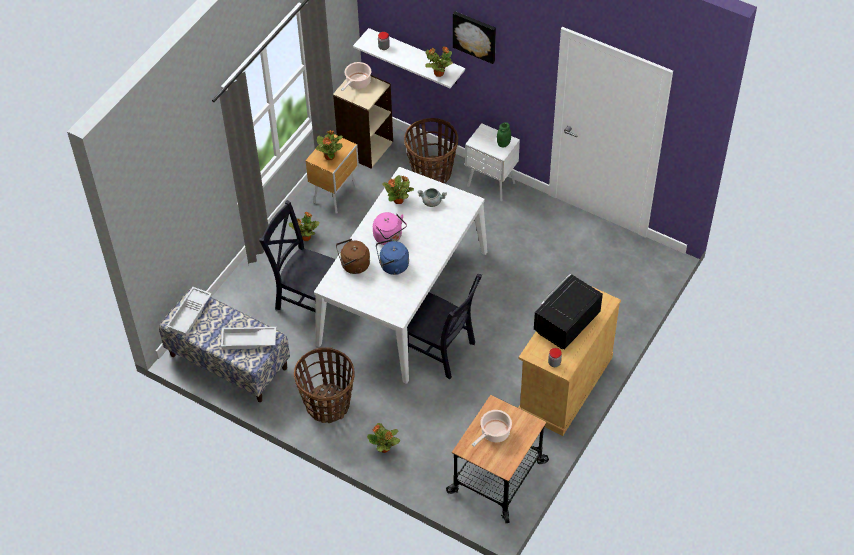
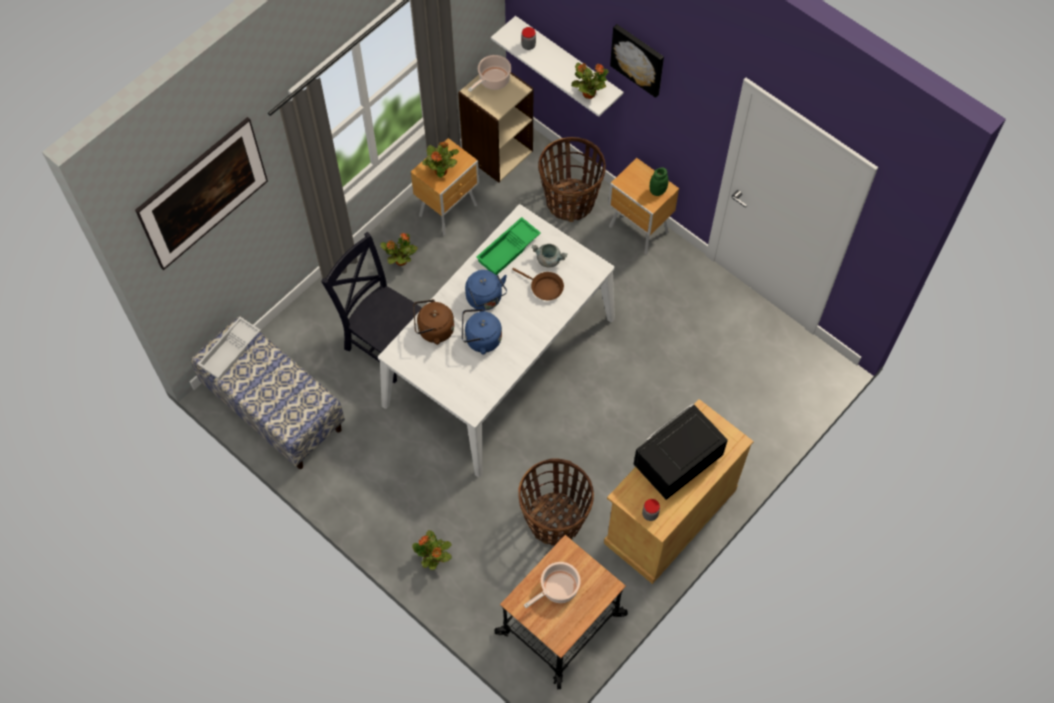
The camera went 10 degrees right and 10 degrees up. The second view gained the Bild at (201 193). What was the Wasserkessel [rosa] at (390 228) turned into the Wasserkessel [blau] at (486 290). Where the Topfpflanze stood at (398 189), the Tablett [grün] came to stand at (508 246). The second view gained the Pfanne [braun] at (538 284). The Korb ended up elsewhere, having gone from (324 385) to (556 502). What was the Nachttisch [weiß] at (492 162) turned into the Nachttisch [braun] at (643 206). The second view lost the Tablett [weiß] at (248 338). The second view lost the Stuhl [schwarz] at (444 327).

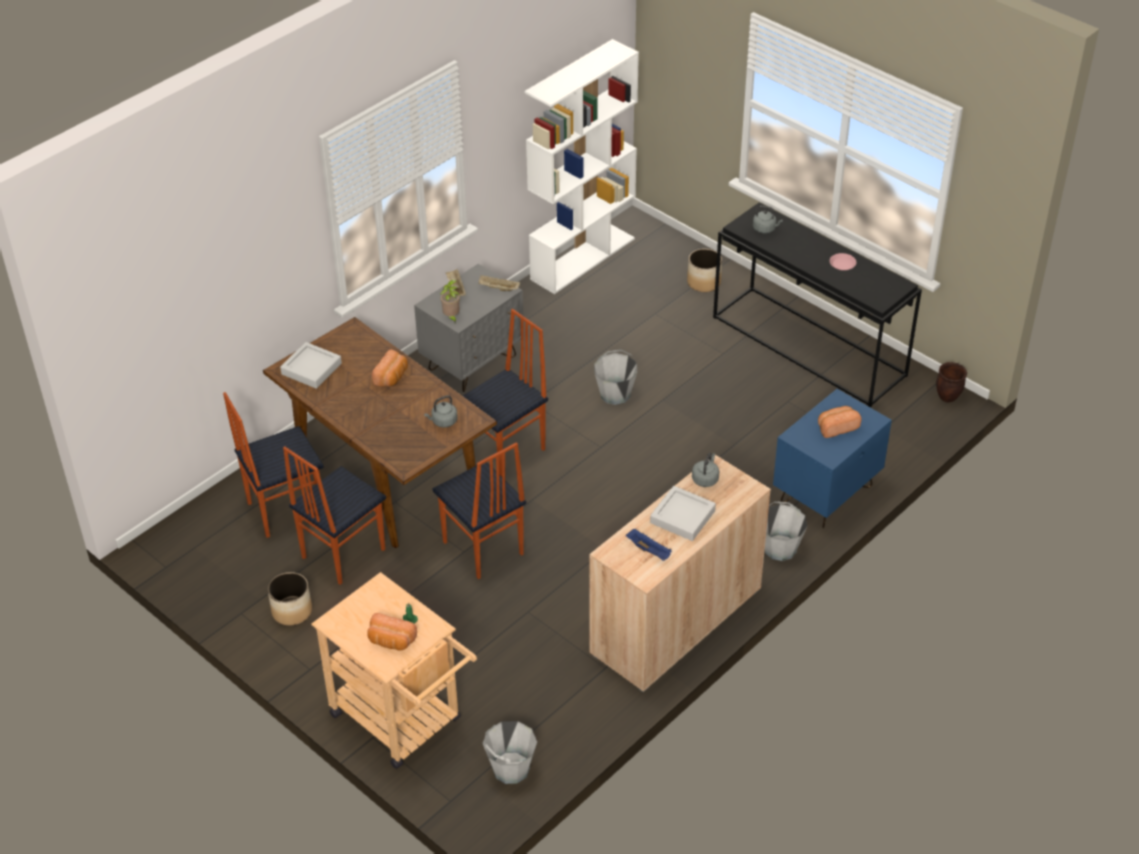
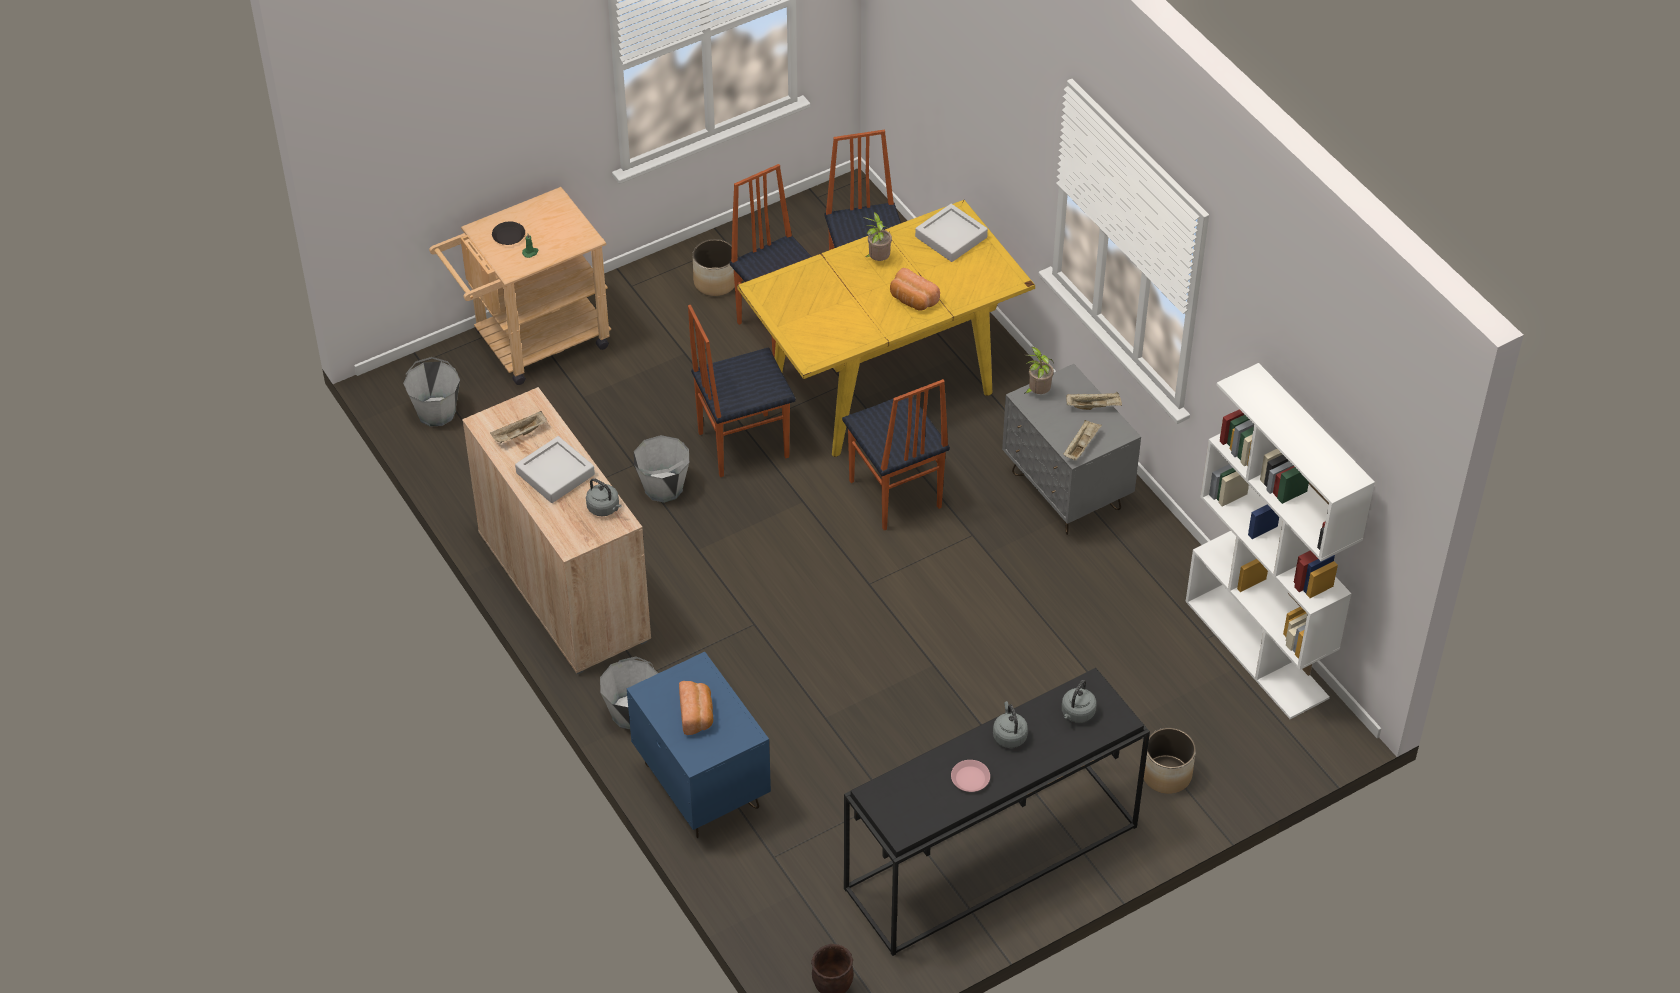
The camera went 105 degrees right and 5 degrees up. What was the Tablett [blau] at (649 545) turned into the Tablett [beige] at (518 427). Where the Brot stood at (392 632), the Teller [schwarz] came to stand at (508 233). The Eimer [grau] ended up elsewhere, having gone from (615 377) to (661 469). What was the Esstisch [braun] at (380 432) turned into the Esstisch [gelb] at (886 328). The second view gained the Topfpflanze at (878 236). The Wasserkessel [grau] ended up elsewhere, having gone from (440 411) to (1010 724).

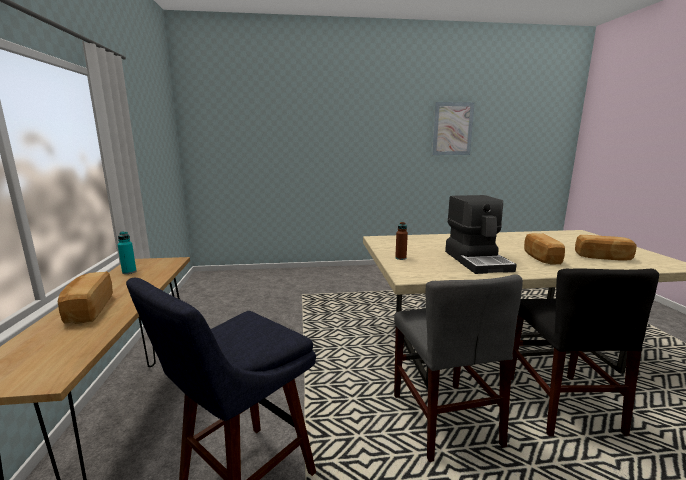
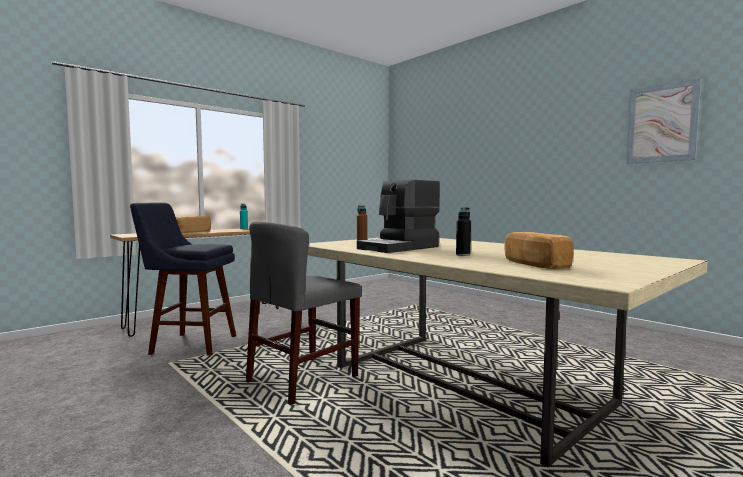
The camera went 55 degrees right and 10 degrees down. Where the Brot stood at (544 248), the Flasche [schwarz] came to stand at (463 231). The second view lost the Stuhl [schwarz] at (585 352).

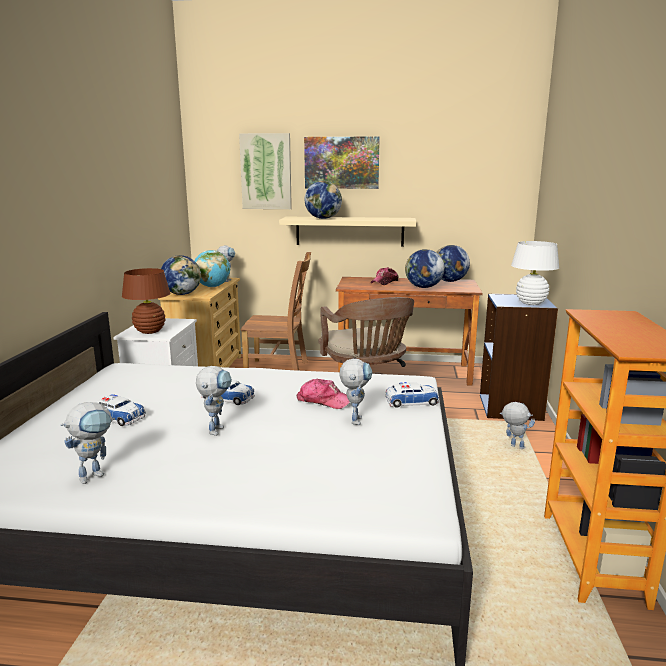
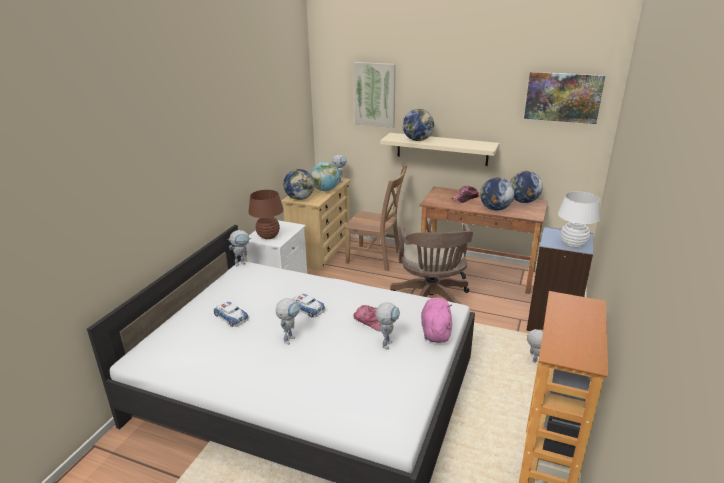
The camera went 15 degrees right and 10 degrees up. The Spielzeugroboter ended up elsewhere, having gone from (88 443) to (239 248). Where the Spielzeugauto stood at (412 394), the Plüschtier [rosa] came to stand at (436 320). The Bild ended up elsewhere, having gone from (342 162) to (564 98).

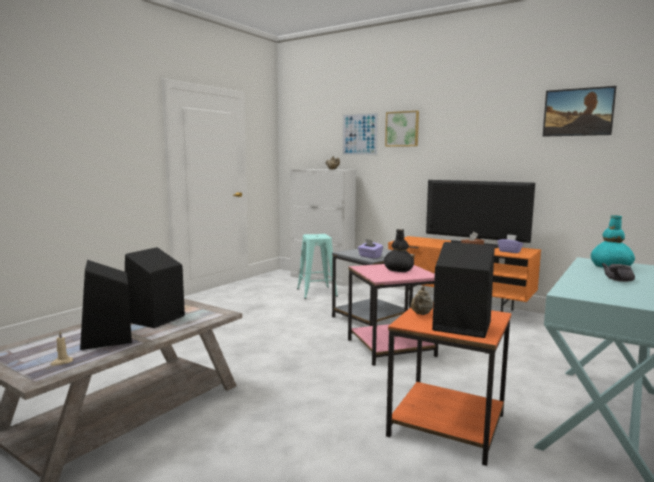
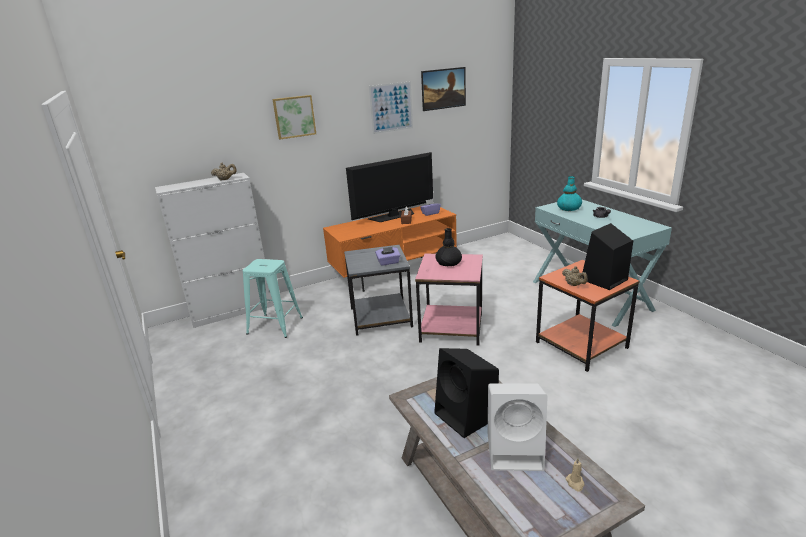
The camera went 60 degrees left and 15 degrees up. The Bild ended up elsewhere, having gone from (360 134) to (391 107). What was the Lautsprecher [schwarz] at (106 305) turned into the Lautsprecher [weiß] at (518 427).

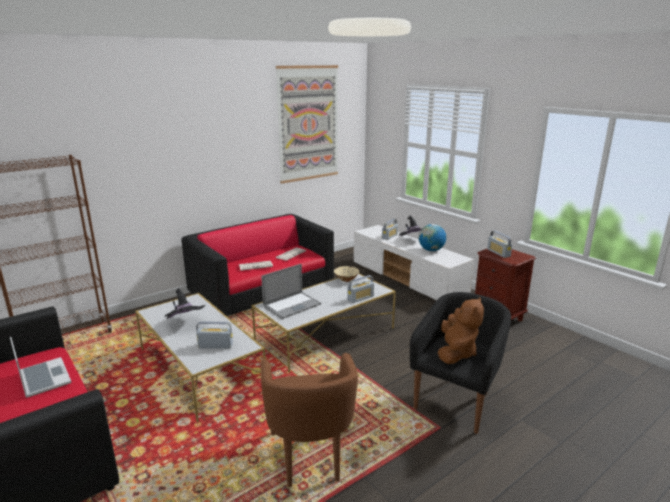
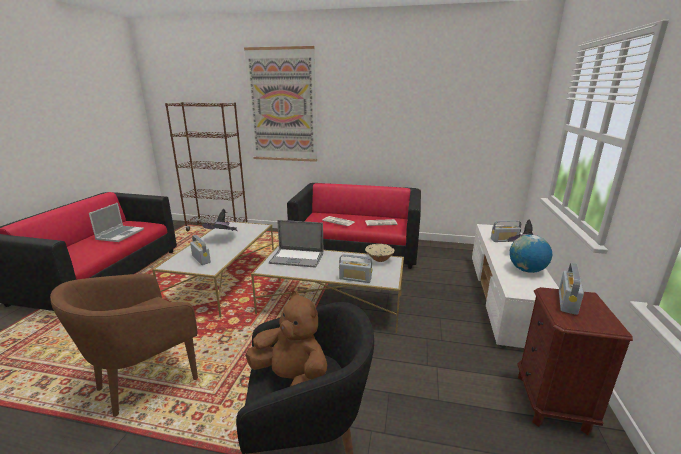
The camera went 50 degrees right and 0 degrees up. The Bild ended up elsewhere, having gone from (307 124) to (280 104). The Plüschtier [braun] at (461 330) ended up facing another way, 120 degrees counterclockwise from before.

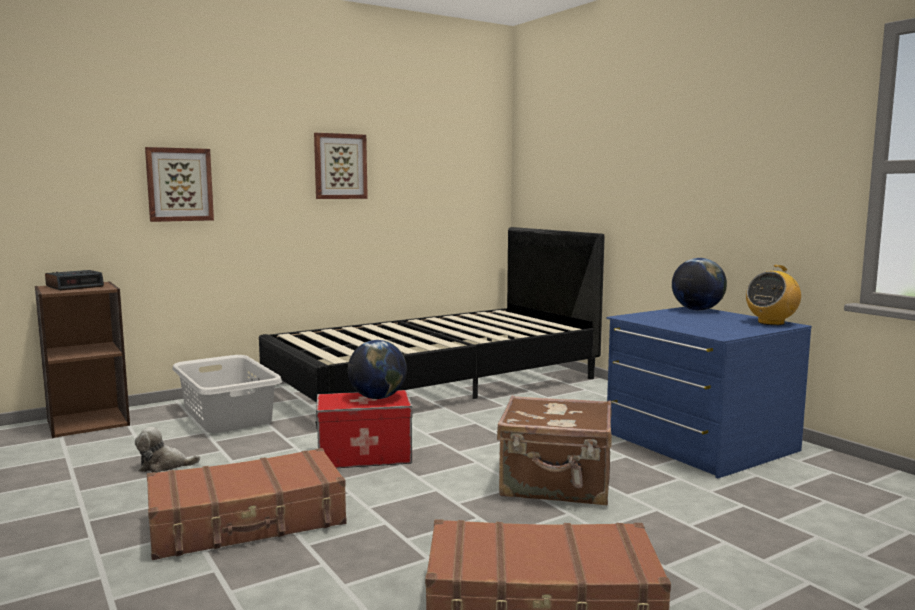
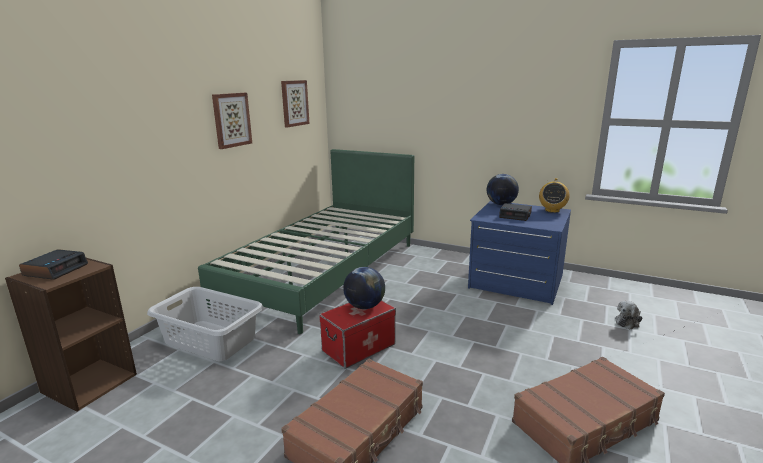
The camera went 30 degrees left and 10 degrees up. What was the Bett [schwarz] at (432 315) turned into the Bett [grün] at (306 241). The Bild ended up elsewhere, having gone from (179 184) to (295 103). The second view gained the Wecker at (515 212). The Plüschtier ended up elsewhere, having gone from (167 450) to (628 315). The second view lost the Koffer [braun] at (554 450).

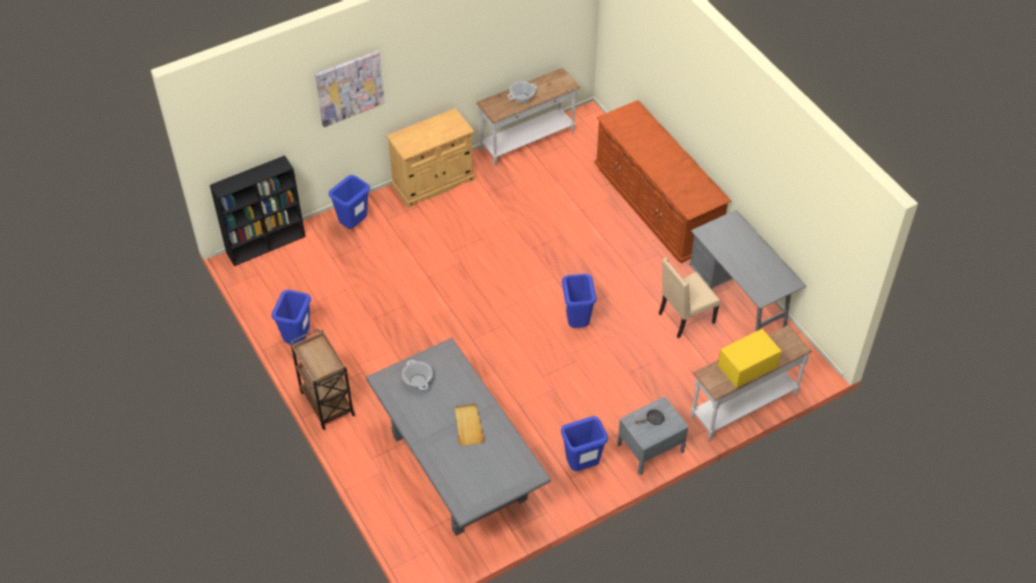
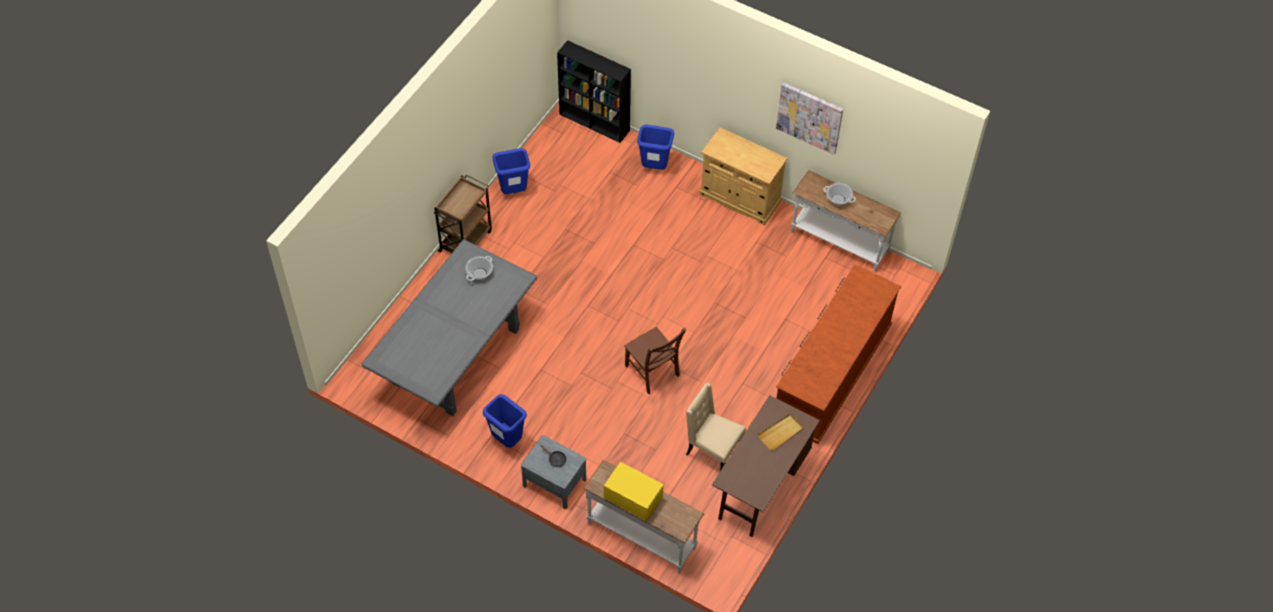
The camera went 60 degrees right and 5 degrees up. Where the Mülleimer [blau] stood at (579 301), the Stuhl [braun] came to stand at (655 360). What was the Schreibtisch [grau] at (748 271) turned into the Schreibtisch [braun] at (766 466). The Tablett [beige] ended up elsewhere, having gone from (470 424) to (780 432). The Bild ended up elsewhere, having gone from (350 88) to (809 118).

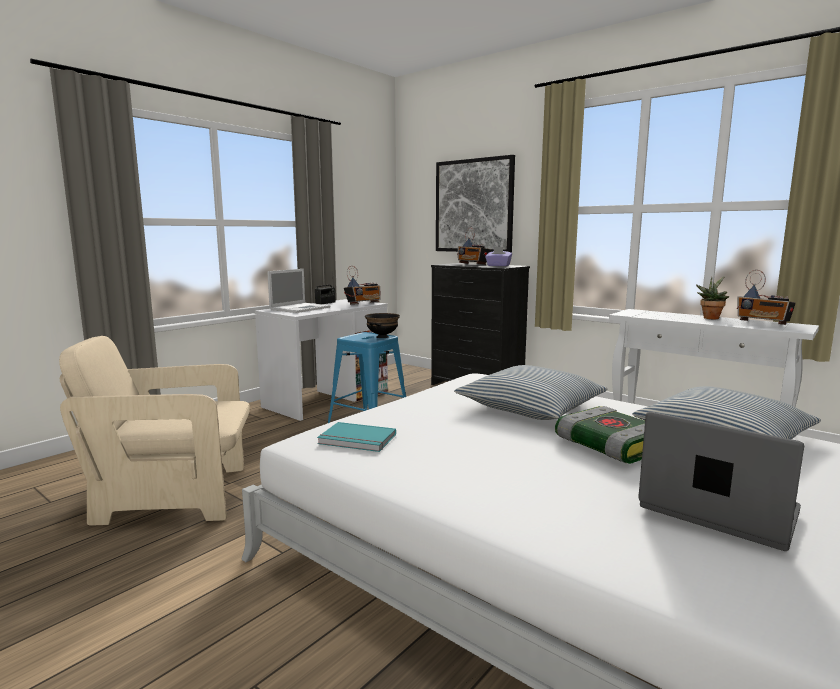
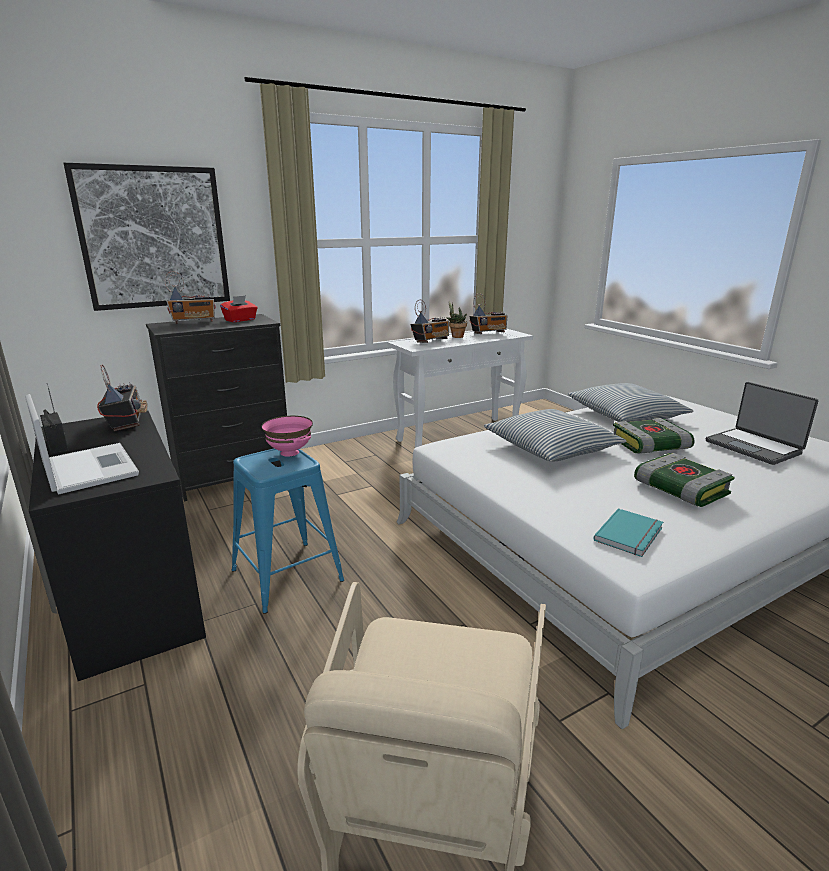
The camera went 70 degrees left and 10 degrees up. What was the Schreibtisch [weiß] at (321 360) turned into the Schreibtisch [schwarz] at (117 545). What was the Taschentuchbox [lila] at (498 256) turned into the Taschentuchbox [rot] at (238 308). What was the Schüssel [schwarz] at (382 325) turned into the Schüssel [rosa] at (287 436). The second view gained the Radio at (429 321). The second view gained the Buch at (684 480). The Laptop at (721 481) ended up facing another way, 90 degrees counterclockwise from before.

